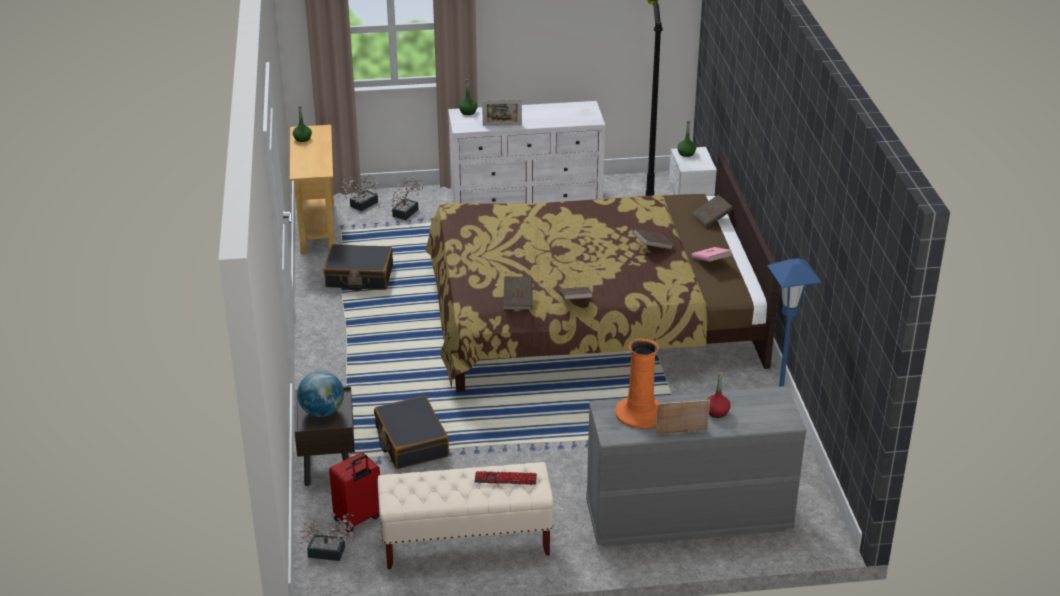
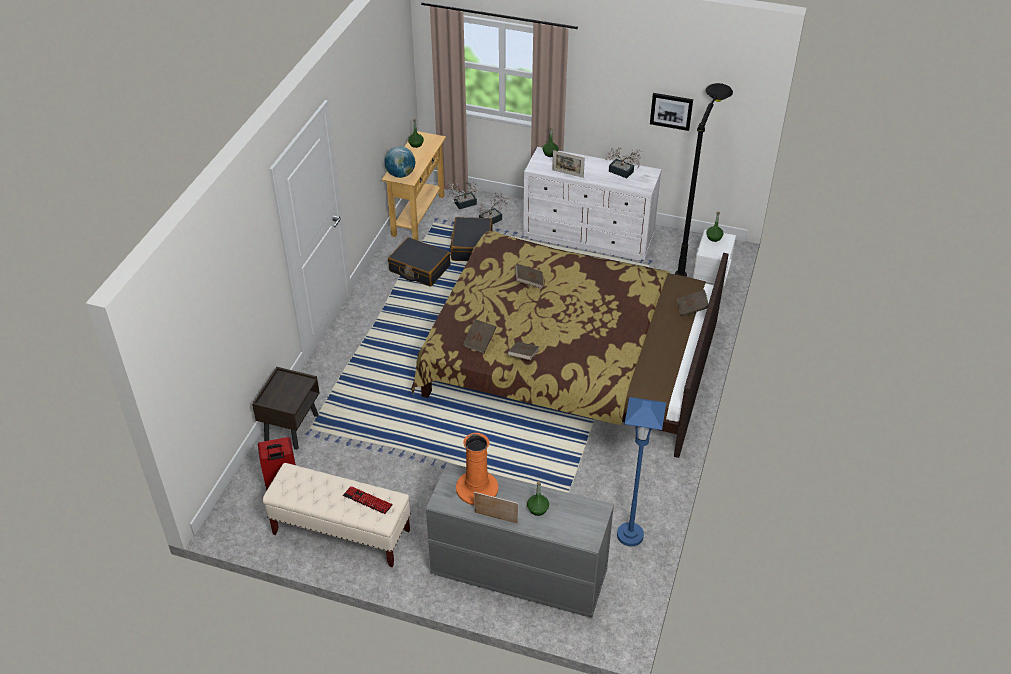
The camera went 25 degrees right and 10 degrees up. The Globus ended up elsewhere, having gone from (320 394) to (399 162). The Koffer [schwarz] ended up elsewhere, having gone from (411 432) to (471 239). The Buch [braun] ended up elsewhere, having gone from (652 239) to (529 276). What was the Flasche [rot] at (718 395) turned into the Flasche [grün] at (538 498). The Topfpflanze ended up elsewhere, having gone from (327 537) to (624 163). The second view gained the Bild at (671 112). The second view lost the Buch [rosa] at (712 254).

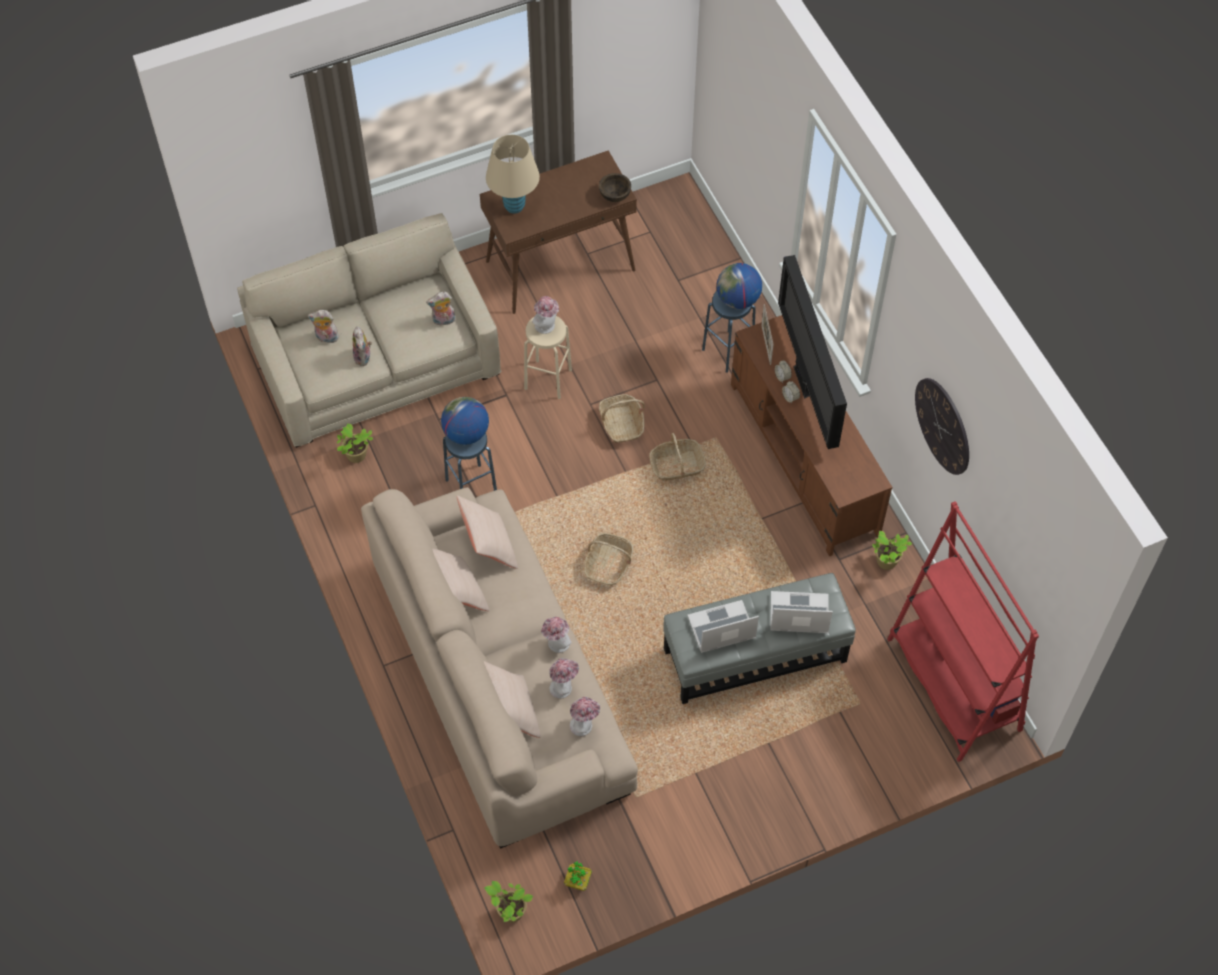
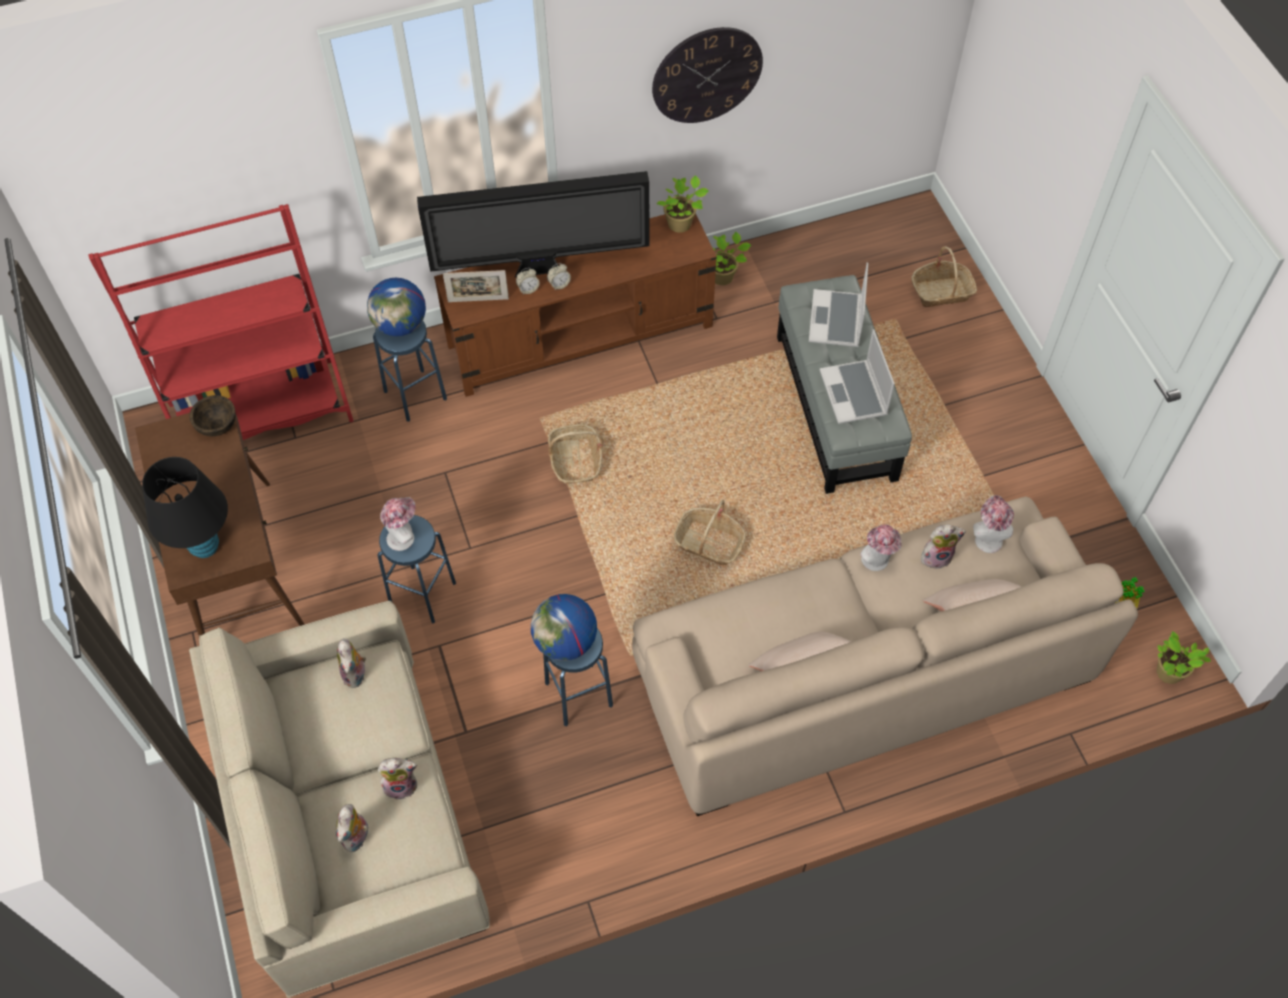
The camera went 85 degrees left and 0 degrees up. The Bücherregal [rot] ended up elsewhere, having gone from (963 631) to (221 322). What was the Tischlampe [beige] at (513 174) turned into the Tischlampe [schwarz] at (185 507). What was the Hocker [beige] at (548 357) turned into the Hocker [blau] at (416 569). The Topfpflanze ended up elsewhere, having gone from (355 443) to (683 204). The Korb ended up elsewhere, having gone from (622 418) to (944 276). Where the Hut stood at (564 678), the Plüschtier came to stand at (943 547). The second view lost the Kissen [beige] at (487 532).

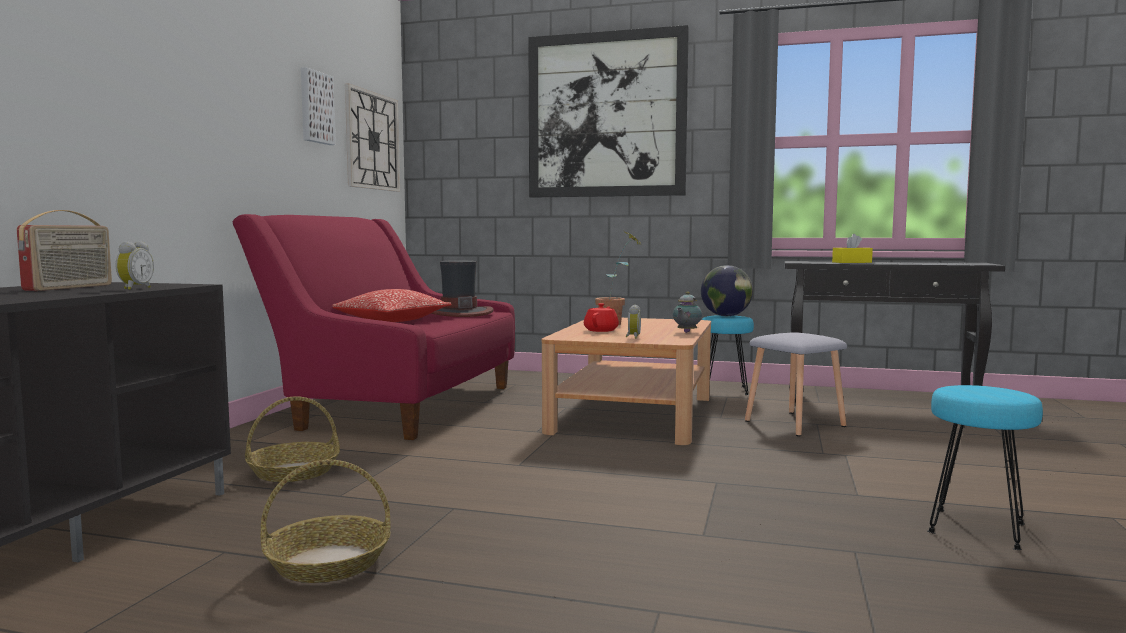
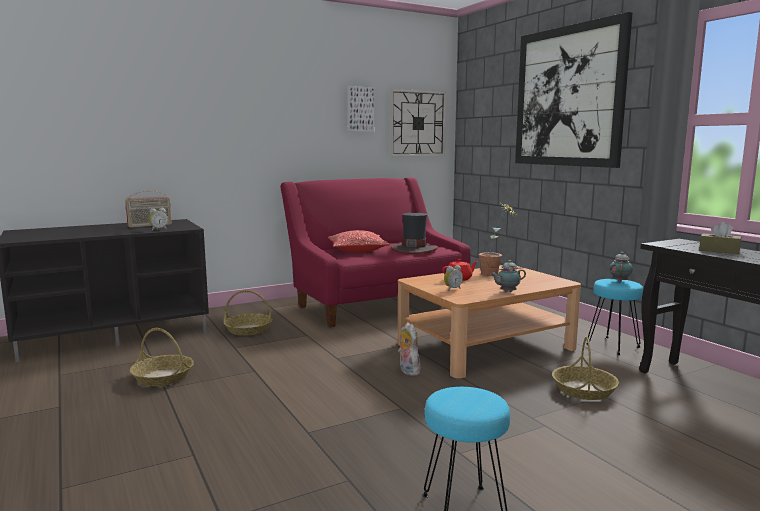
The camera went 45 degrees right and 5 degrees up. The second view gained the Plüschtier at (409 348). Where the Hocker [grau] stood at (796 384), the Korb came to stand at (585 368). Where the Globus stood at (727 290), the Teekanne came to stand at (621 267). What was the Taschentuchbox [gelb] at (852 248) turned into the Taschentuchbox [braun] at (720 238).

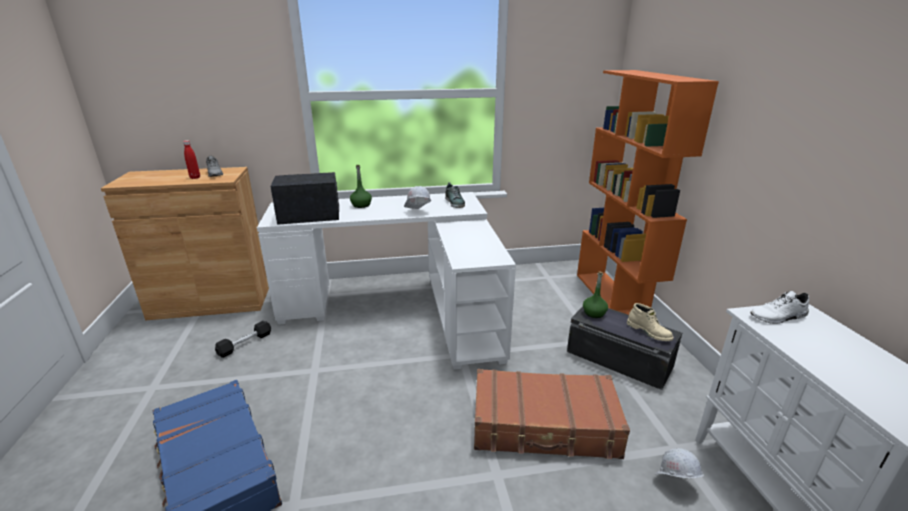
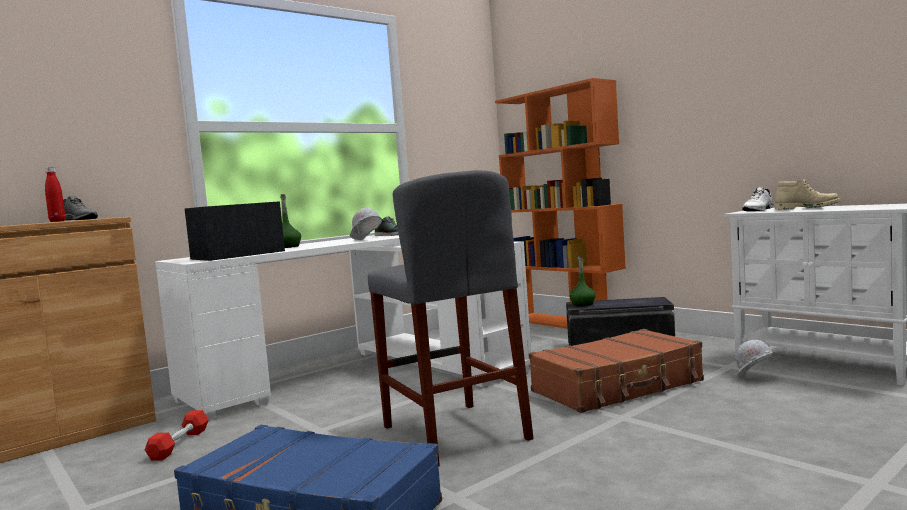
The camera went 30 degrees left and 20 degrees down. What was the Hantel [schwarz] at (243 339) turned into the Hantel [rot] at (177 435). The second view gained the Hocker [grau] at (450 318). The Stiefel [beige] ended up elsewhere, having gone from (650 322) to (808 194).

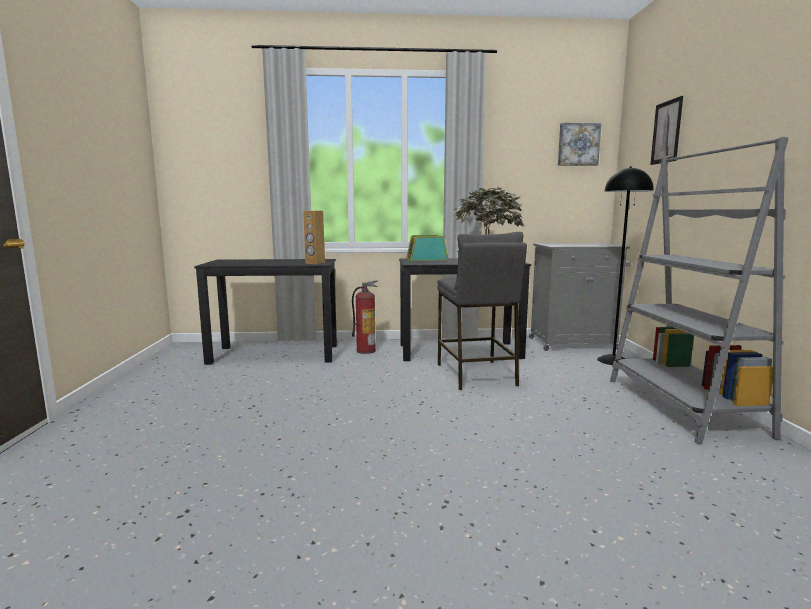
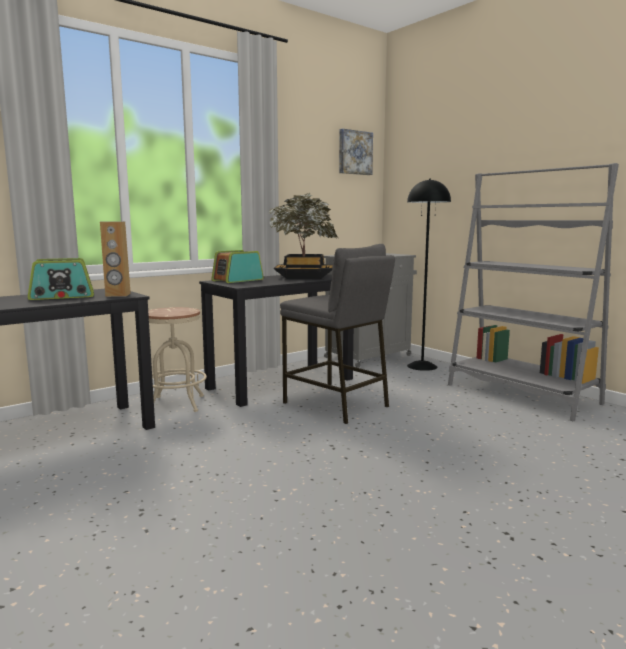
The camera went 35 degrees left and 0 degrees up. The second view gained the Radio at (61 279). Where the Feuerlöscher stood at (365 317), the Hocker [beige] came to stand at (177 359). The second view lost the Bild at (666 130).

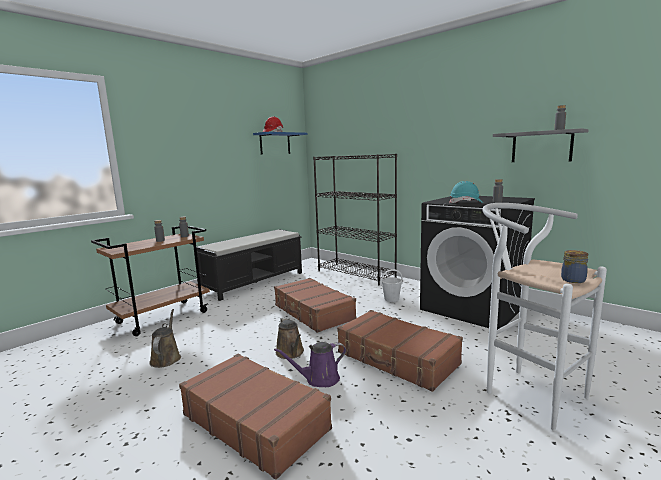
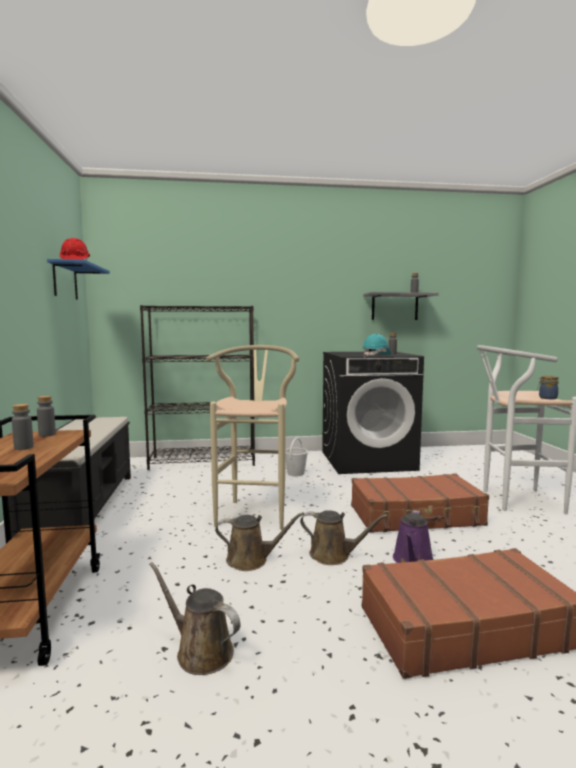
The camera went 50 degrees left and 5 degrees down. Where the Koffer [braun] stood at (315 305), the Hocker [beige] came to stand at (252 437). The second view gained the Gießkanne [braun] at (259 541).

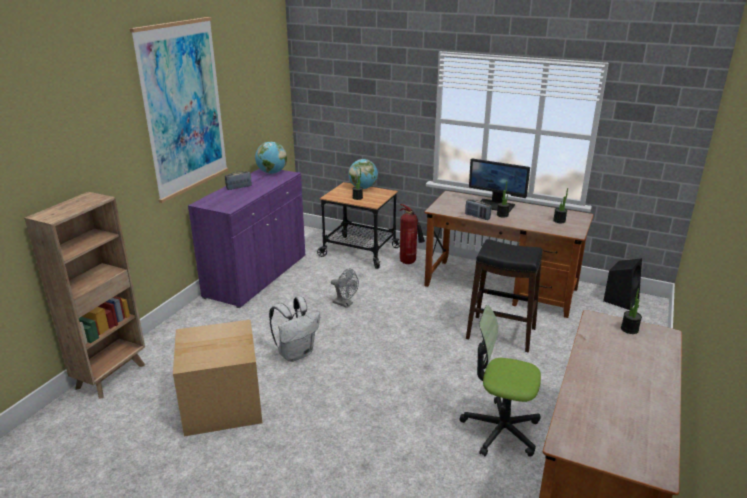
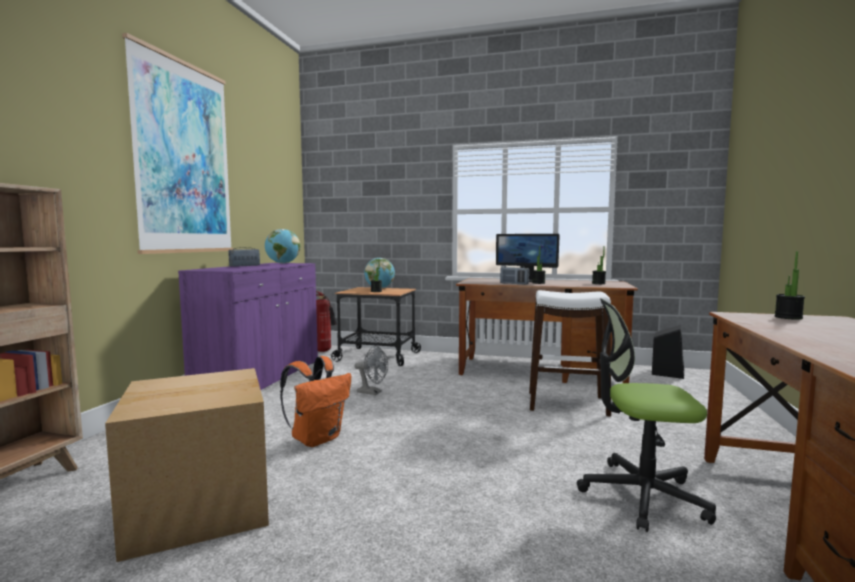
The camera went 10 degrees left and 20 degrees down. What was the Rucksack [weiß] at (294 329) turned into the Rucksack [orange] at (315 401). The Feuerlöscher ended up elsewhere, having gone from (412 234) to (326 321). What was the Hocker [schwarz] at (504 296) turned into the Hocker [weiß] at (570 353).

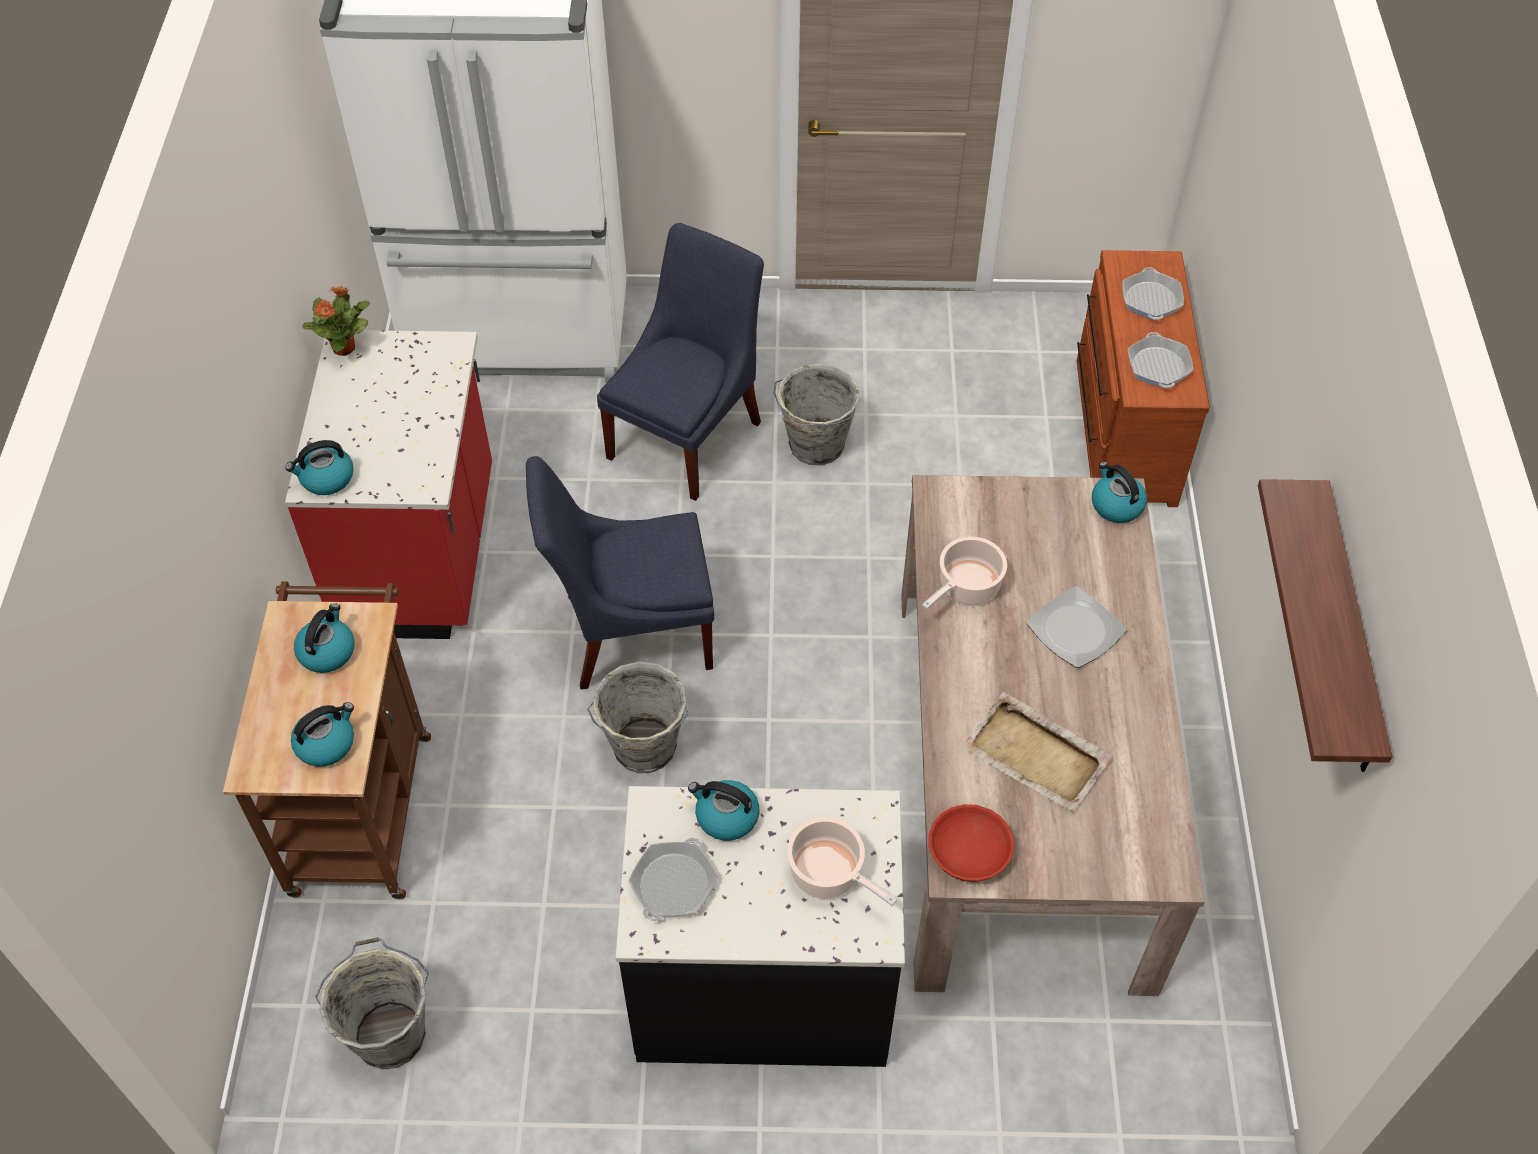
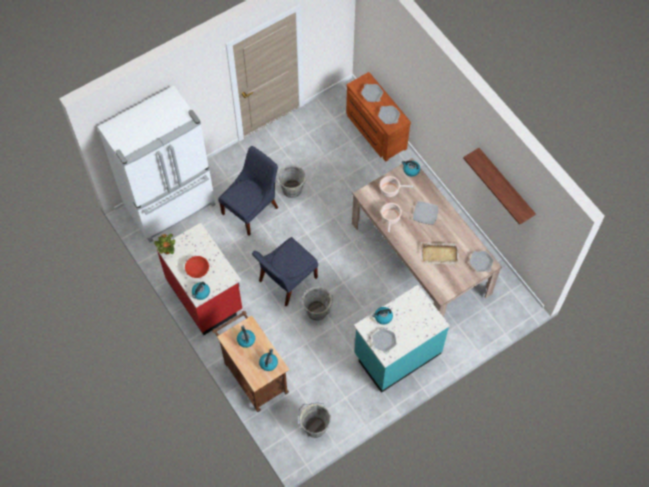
The camera went 35 degrees left and 10 degrees up. The Schüssel [rot] ended up elsewhere, having gone from (971 843) to (197 267). The Stuhl [blau] at (680 362) ended up facing another way, 45 degrees clockwise from before. What was the Küchenzeile [schwarz] at (760 926) turned into the Küchenzeile [türkis] at (402 339). The Kochtopf ended up elsewhere, having gone from (842 861) to (396 186). The second view gained the Pfanne at (482 261).

